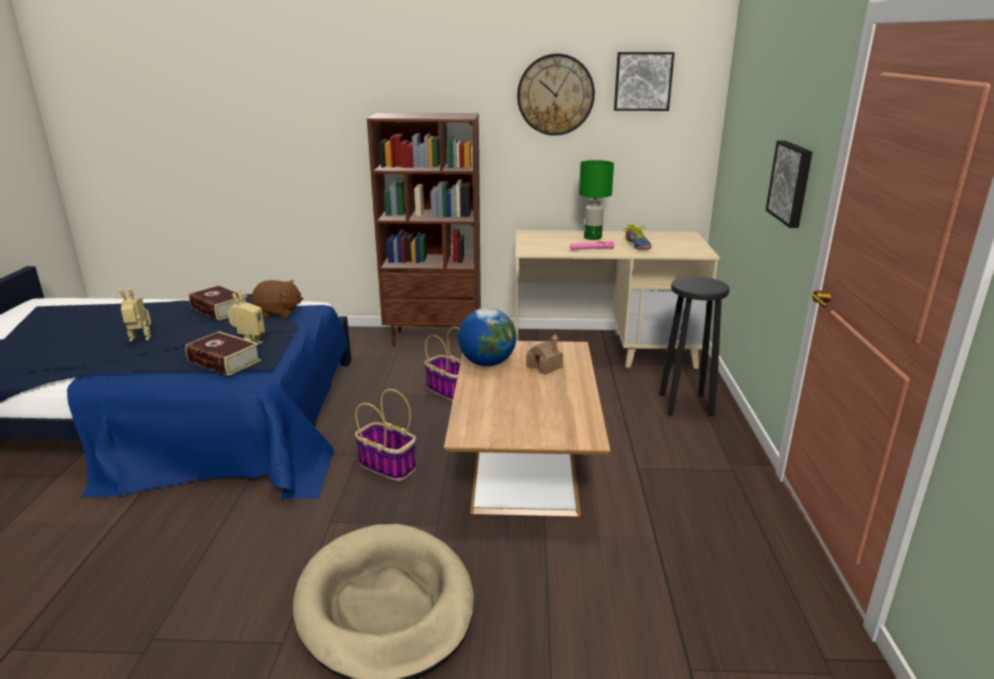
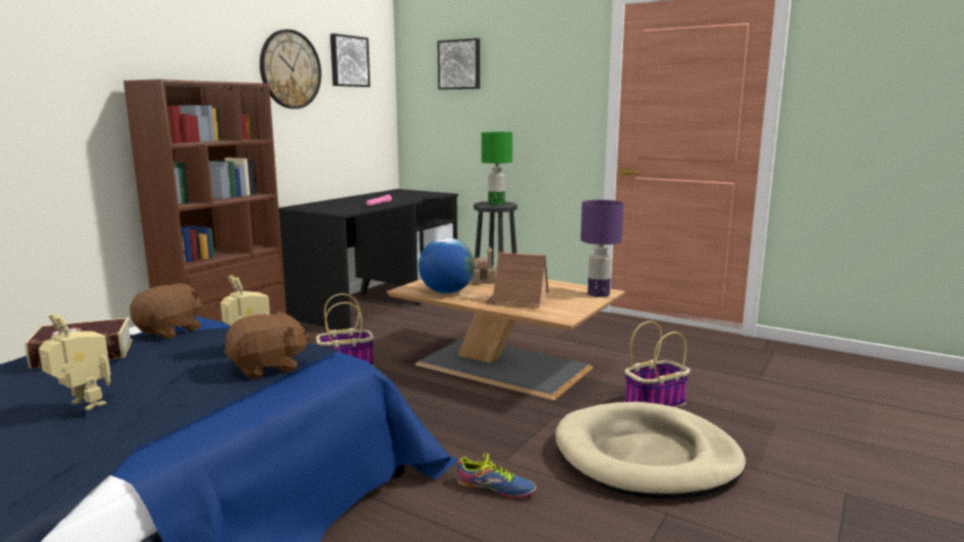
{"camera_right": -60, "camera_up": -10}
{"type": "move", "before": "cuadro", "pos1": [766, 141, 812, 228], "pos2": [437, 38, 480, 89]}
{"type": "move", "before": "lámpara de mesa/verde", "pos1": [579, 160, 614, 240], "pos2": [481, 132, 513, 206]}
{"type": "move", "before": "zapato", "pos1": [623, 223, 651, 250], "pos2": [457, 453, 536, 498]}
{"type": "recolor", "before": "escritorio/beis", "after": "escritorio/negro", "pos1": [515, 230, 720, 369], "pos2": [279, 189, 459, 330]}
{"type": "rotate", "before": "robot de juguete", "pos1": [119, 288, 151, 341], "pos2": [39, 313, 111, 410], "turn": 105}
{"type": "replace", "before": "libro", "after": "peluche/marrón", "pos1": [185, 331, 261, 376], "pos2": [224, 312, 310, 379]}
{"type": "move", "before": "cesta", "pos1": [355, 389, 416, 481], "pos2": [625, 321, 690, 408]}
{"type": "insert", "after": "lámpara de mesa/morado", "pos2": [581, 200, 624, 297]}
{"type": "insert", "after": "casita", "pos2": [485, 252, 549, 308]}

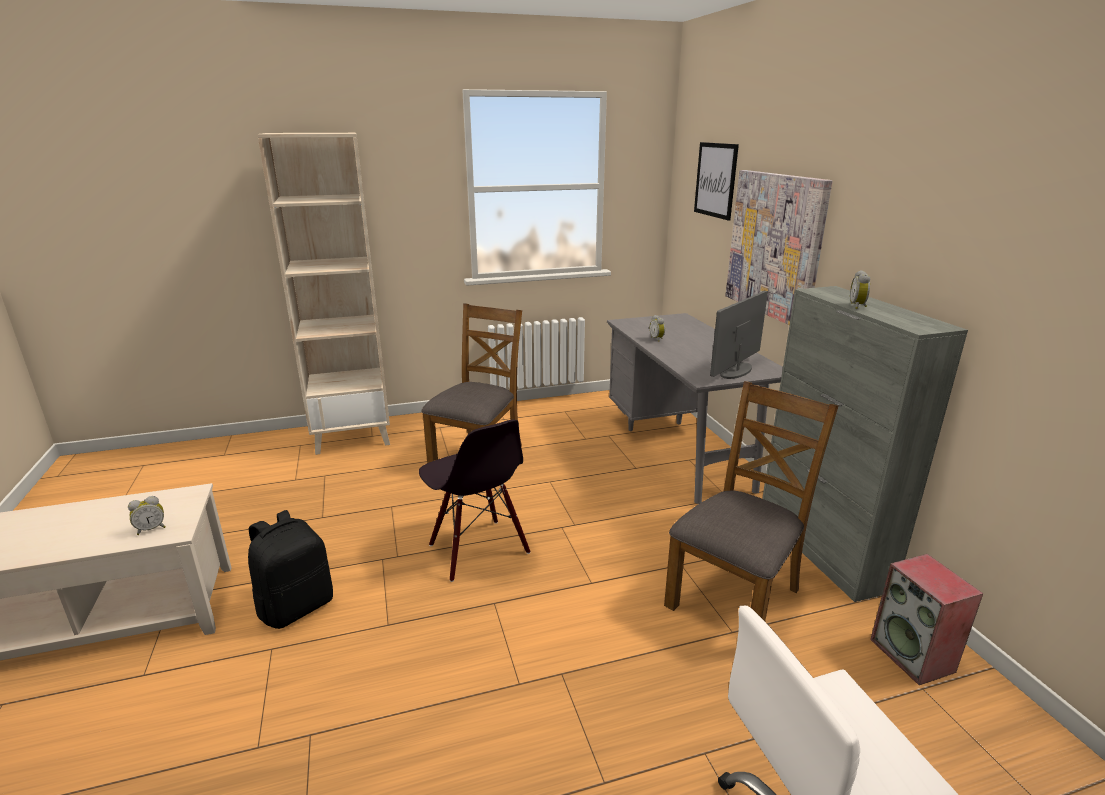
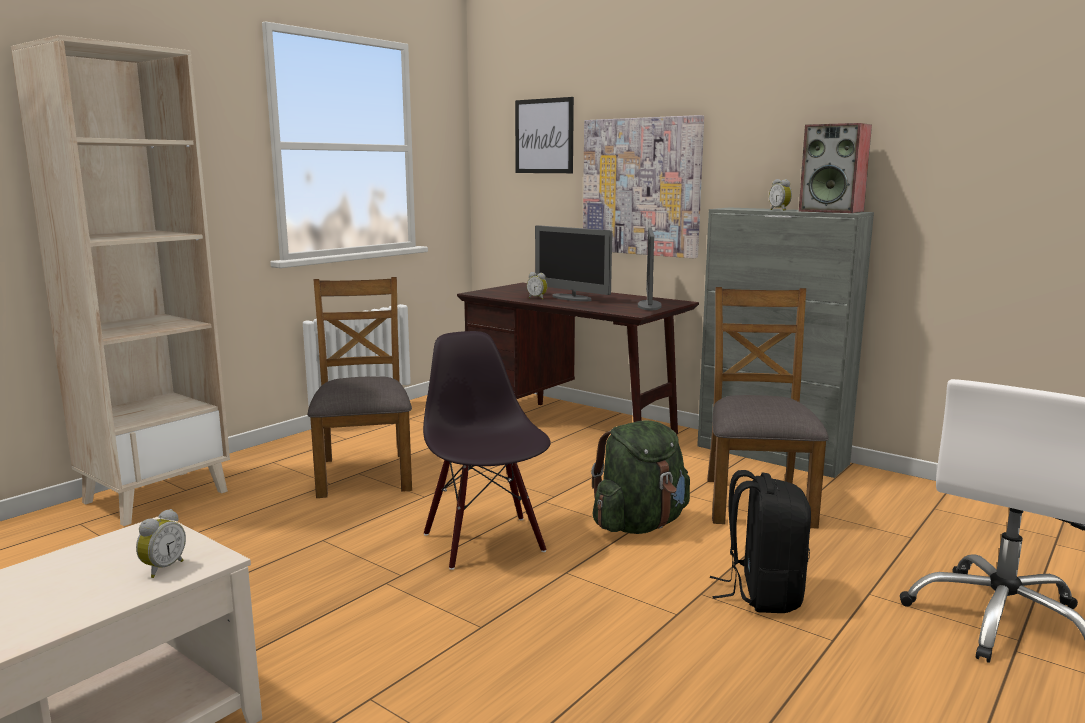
{"camera_right": -35, "camera_up": -10}
{"type": "recolor", "before": "escritorio/gris", "after": "escritorio/marrón", "pos1": [607, 313, 783, 504], "pos2": [457, 283, 699, 434]}
{"type": "rotate", "before": "silla/negro", "pos1": [419, 420, 530, 582], "pos2": [423, 331, 550, 570], "turn": -135}
{"type": "move", "before": "mochila/negro", "pos1": [248, 510, 333, 629], "pos2": [710, 470, 811, 613]}
{"type": "move", "before": "altavoz", "pos1": [870, 554, 983, 685], "pos2": [799, 123, 872, 213]}
{"type": "insert", "after": "monitor", "pos2": [535, 225, 612, 301]}
{"type": "insert", "after": "mochila/verde", "pos2": [591, 420, 690, 534]}

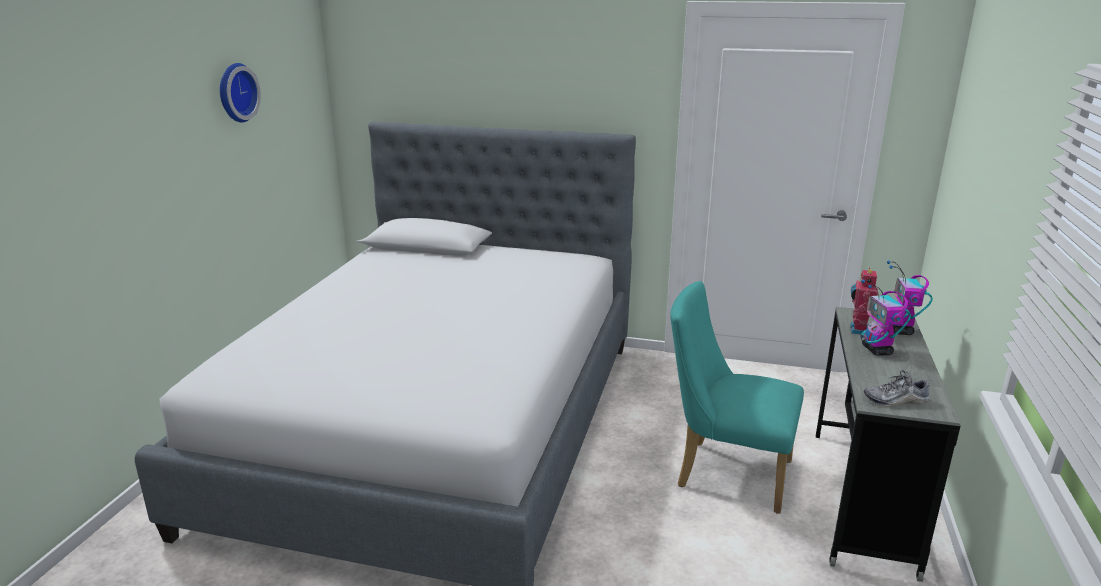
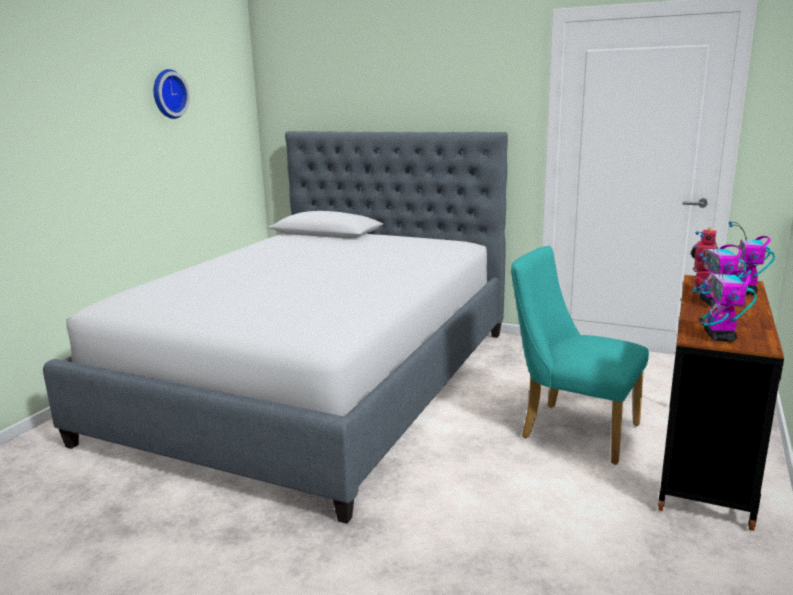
{"camera_right": 10, "camera_up": -5}
{"type": "recolor", "before": "escritorio/gris", "after": "escritorio/marrón", "pos1": [816, 307, 960, 582], "pos2": [658, 275, 784, 531]}
{"type": "replace", "before": "zapato", "after": "robot de juguete", "pos1": [864, 370, 929, 407], "pos2": [699, 253, 757, 342]}

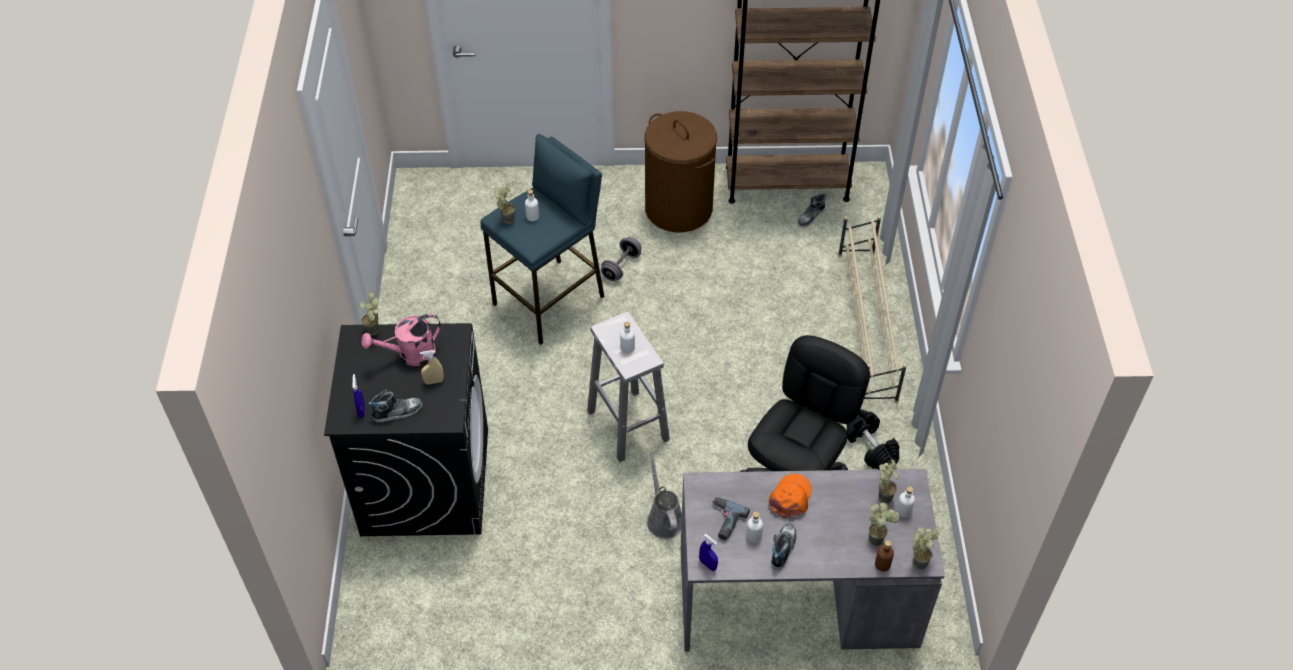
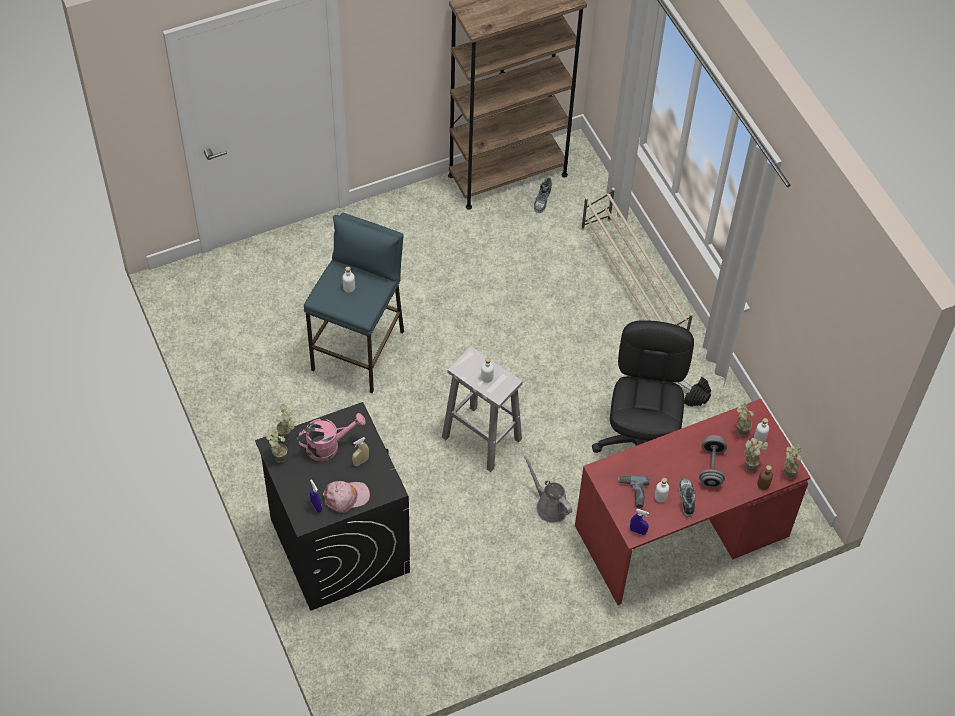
{"camera_right": -25, "camera_up": 5}
{"type": "delete", "before": "cesto de la ropa/marrón", "pos1": [644, 111, 717, 232]}
{"type": "move", "before": "planta en maceta", "pos1": [494, 183, 515, 224], "pos2": [266, 427, 287, 463]}
{"type": "move", "before": "mancuerna/gris", "pos1": [601, 237, 641, 281], "pos2": [699, 435, 727, 488]}
{"type": "rotate", "before": "regadera/rosa", "pos1": [361, 314, 441, 366], "pos2": [297, 413, 366, 461], "turn": -150}
{"type": "replace", "before": "zapato", "after": "gorra/rosa", "pos1": [368, 390, 422, 423], "pos2": [323, 481, 370, 513]}
{"type": "recolor", "before": "escritorio/gris", "after": "escritorio/rojo", "pos1": [681, 469, 945, 652], "pos2": [575, 399, 811, 605]}
{"type": "delete", "before": "gorra/naranja", "pos1": [769, 474, 811, 518]}

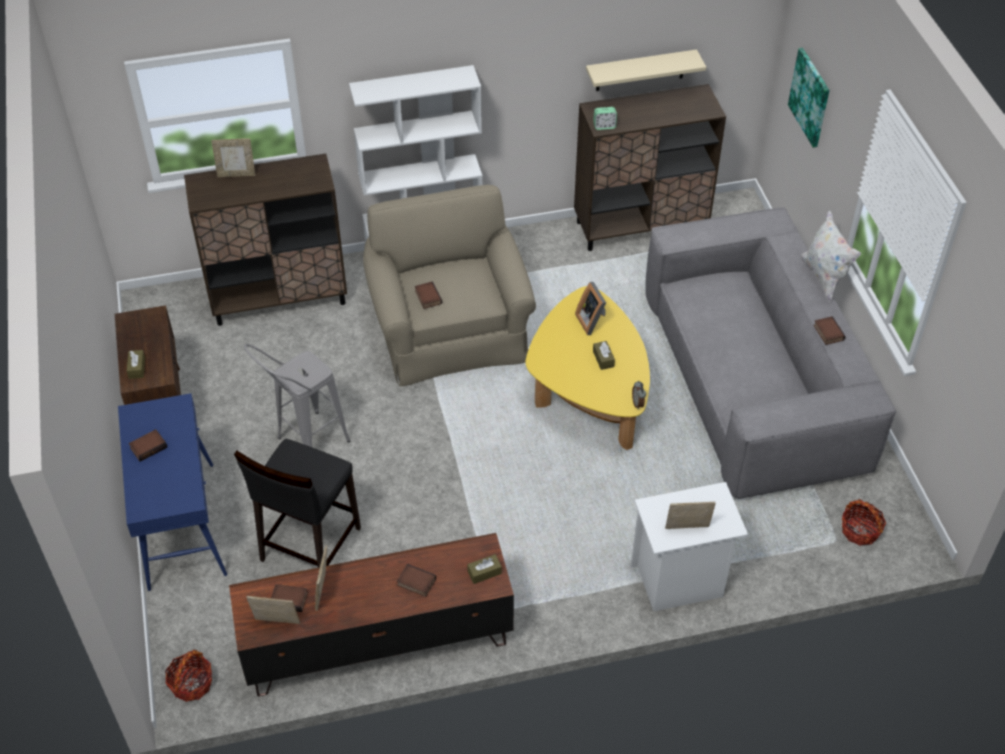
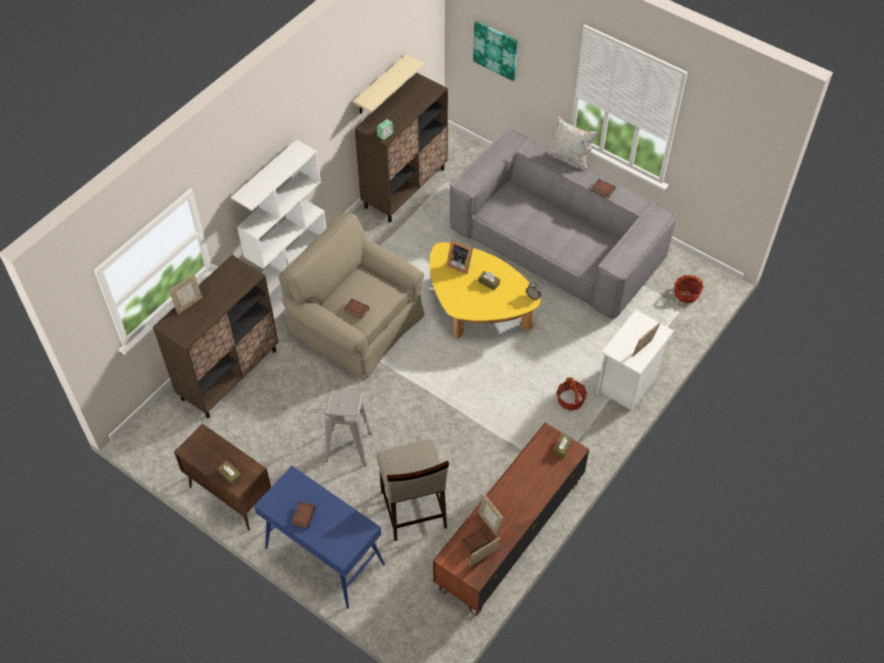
{"camera_right": -40, "camera_up": 5}
{"type": "recolor", "before": "taburete/negro", "after": "taburete/beis", "pos1": [234, 439, 361, 568], "pos2": [377, 439, 449, 541]}
{"type": "delete", "before": "libro", "pos1": [397, 564, 436, 597]}
{"type": "move", "before": "cesta", "pos1": [165, 650, 212, 702], "pos2": [557, 377, 587, 411]}

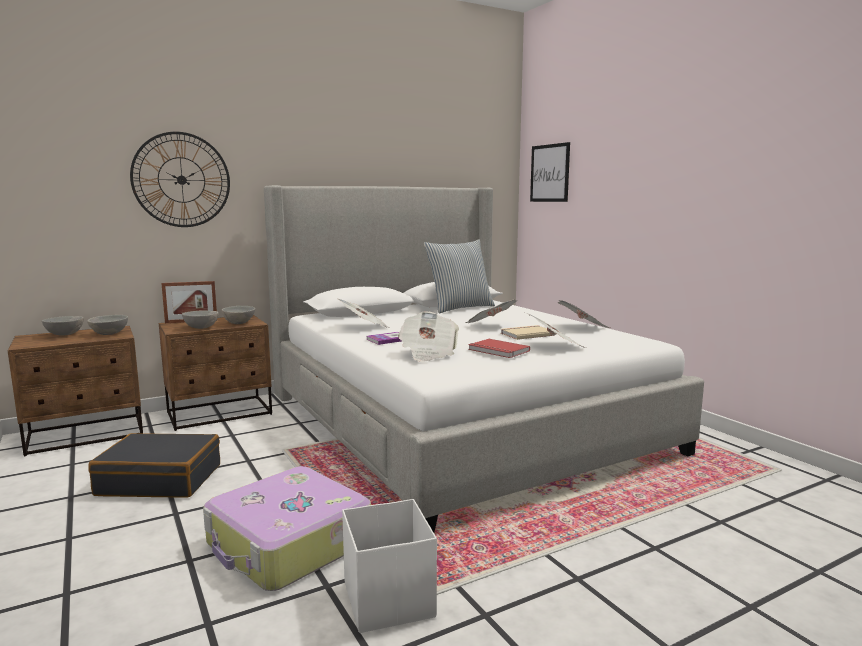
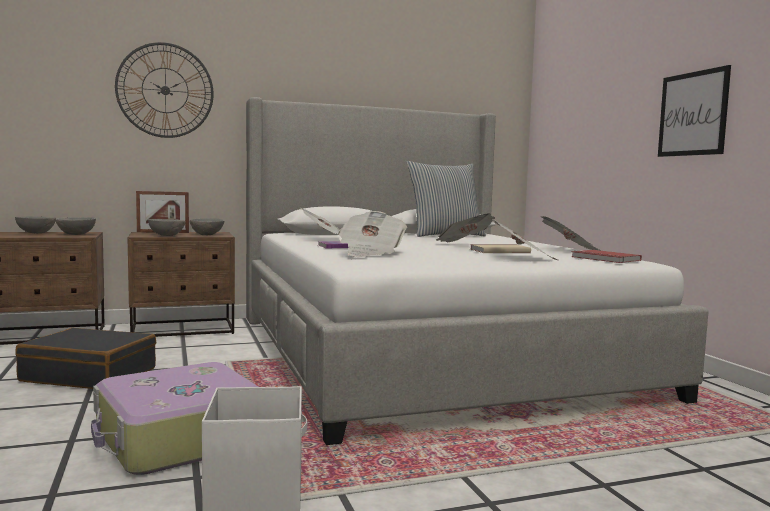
{"camera_right": 10, "camera_up": -5}
{"type": "move", "before": "cuadro", "pos1": [530, 142, 570, 202], "pos2": [658, 65, 731, 157]}
{"type": "move", "before": "libro/rojo", "pos1": [468, 339, 530, 358], "pos2": [571, 250, 642, 263]}

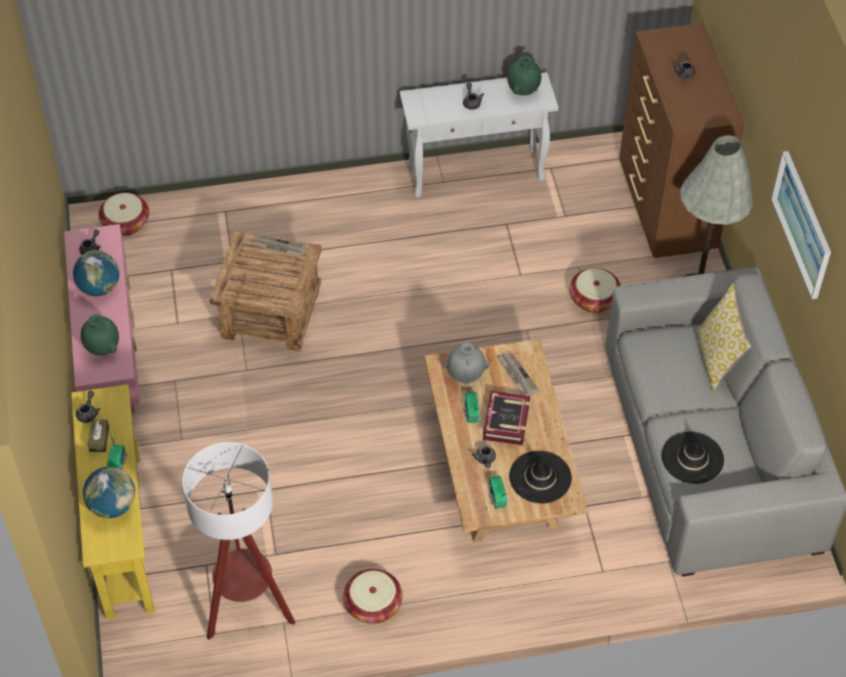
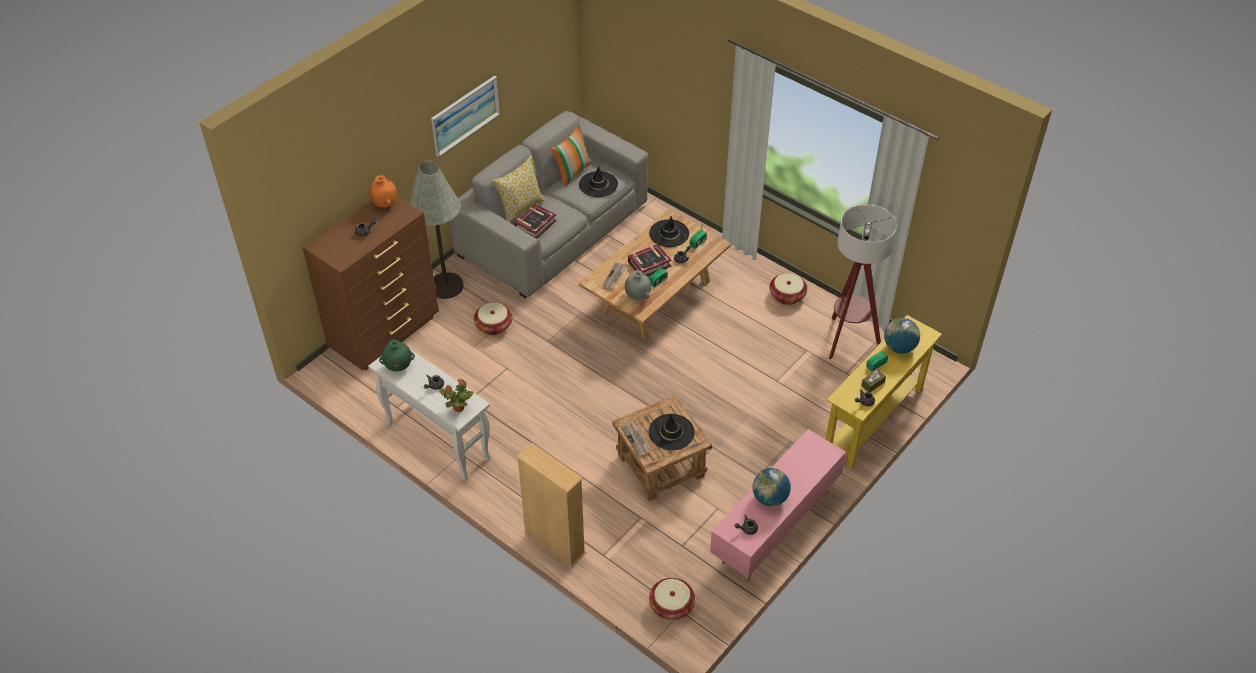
{"camera_right": -130, "camera_up": -5}
{"type": "delete", "before": "florero/verde", "pos1": [81, 315, 119, 356]}
{"type": "insert", "after": "cojín", "pos2": [550, 125, 592, 187]}
{"type": "insert", "after": "florero/naranja", "pos2": [369, 175, 397, 207]}
{"type": "insert", "after": "libro", "pos2": [514, 204, 557, 239]}
{"type": "insert", "after": "planta en maceta", "pos2": [439, 379, 474, 412]}
{"type": "insert", "after": "sombrero/negro", "pos2": [649, 414, 695, 450]}
{"type": "insert", "after": "estantería/beis", "pos2": [517, 443, 586, 567]}

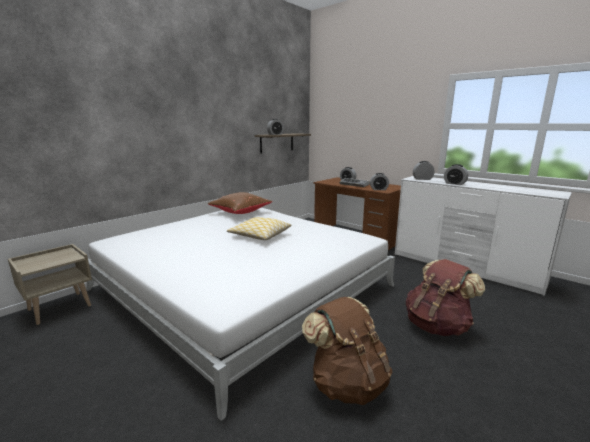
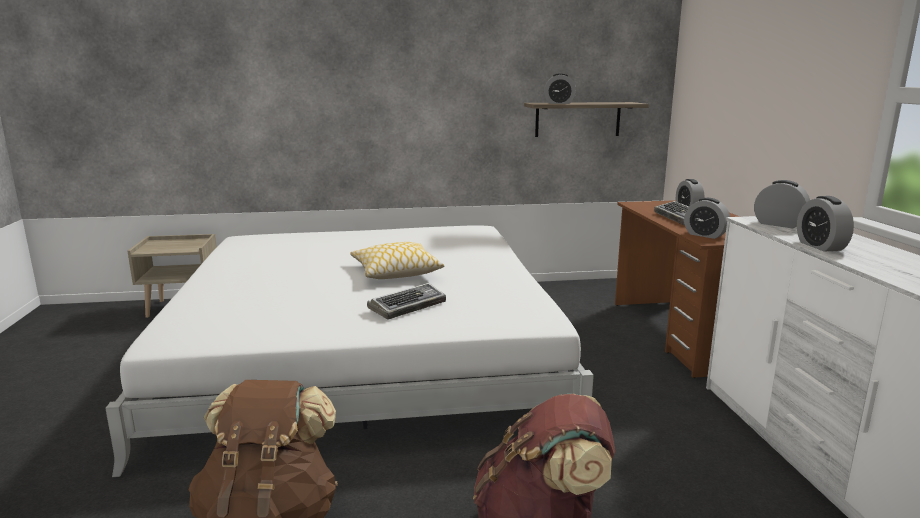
{"camera_right": 40, "camera_up": 0}
{"type": "delete", "before": "cojín/marrón", "pos1": [208, 192, 272, 214]}
{"type": "insert", "after": "teclado", "pos2": [367, 283, 446, 320]}

